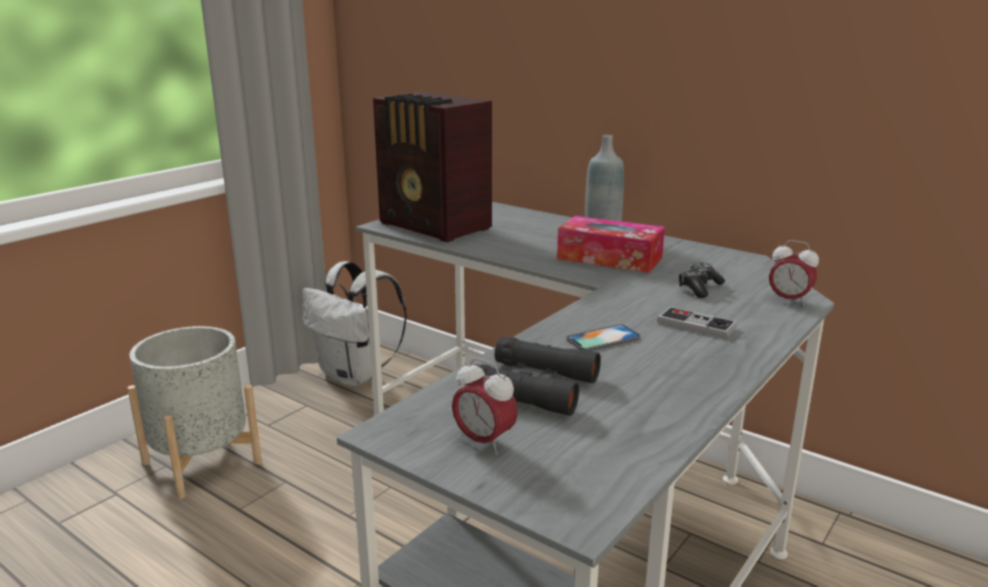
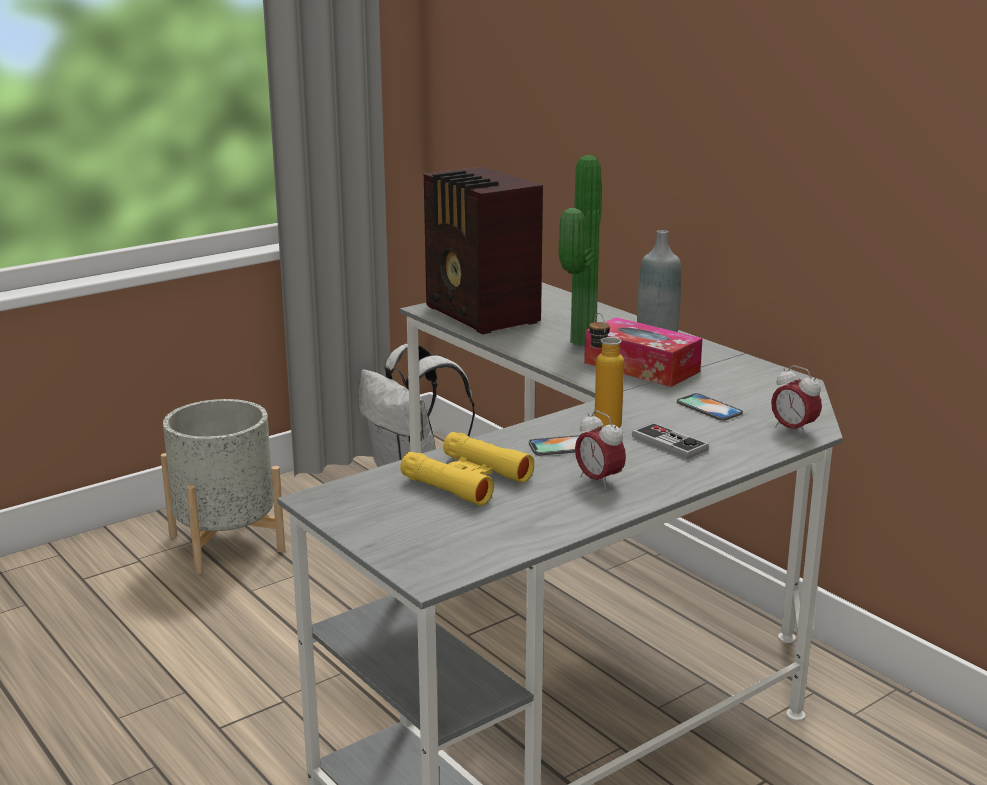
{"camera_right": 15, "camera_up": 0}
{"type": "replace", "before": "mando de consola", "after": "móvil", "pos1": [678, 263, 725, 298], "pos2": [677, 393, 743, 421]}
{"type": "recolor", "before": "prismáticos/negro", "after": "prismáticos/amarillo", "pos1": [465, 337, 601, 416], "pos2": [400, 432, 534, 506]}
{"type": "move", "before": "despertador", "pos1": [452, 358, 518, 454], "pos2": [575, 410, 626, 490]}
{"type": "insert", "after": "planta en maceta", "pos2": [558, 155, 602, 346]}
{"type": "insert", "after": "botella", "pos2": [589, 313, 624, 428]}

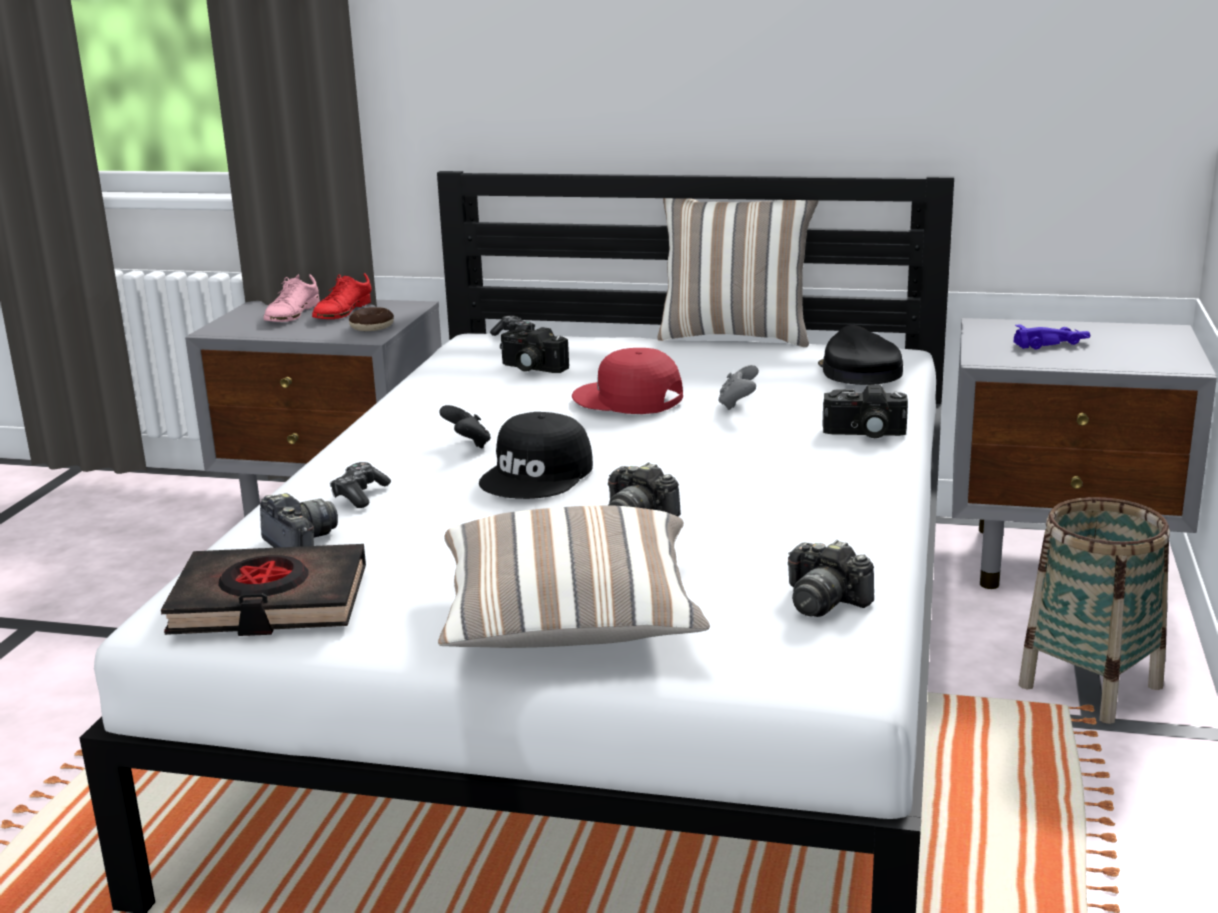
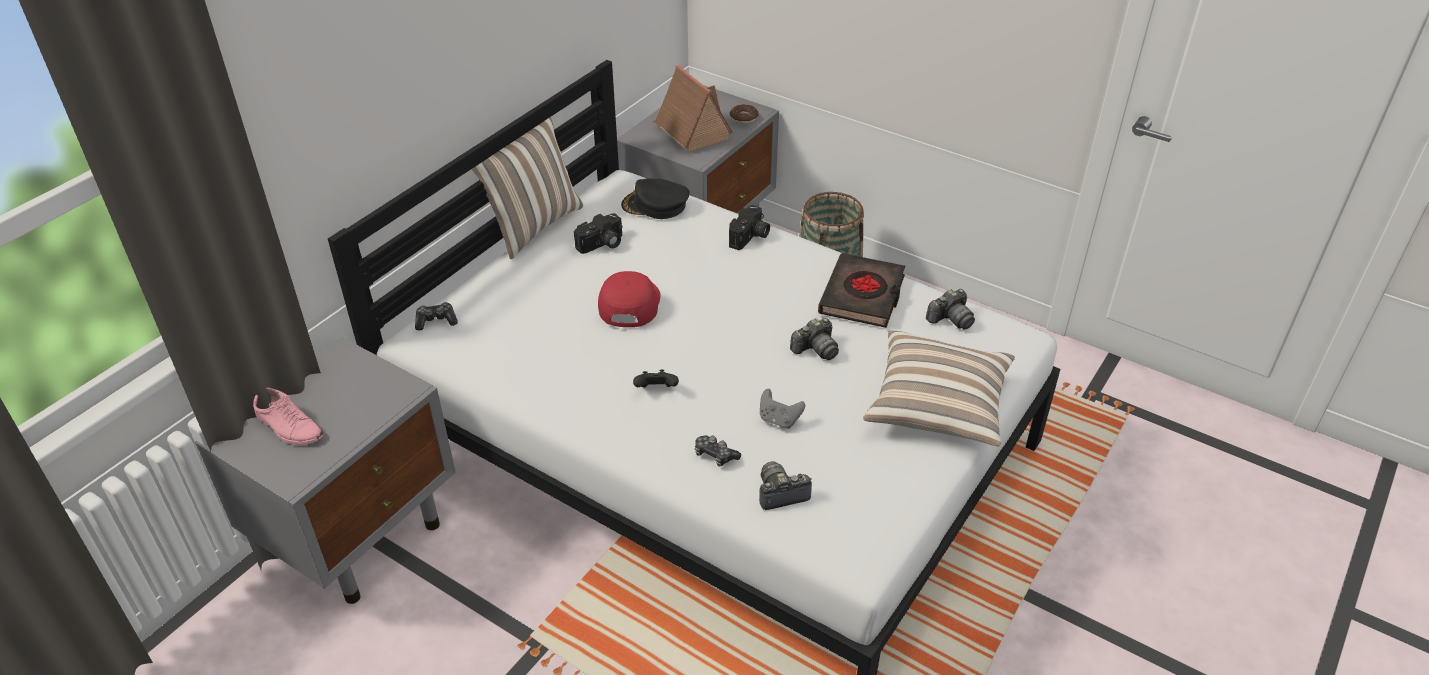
{"camera_right": -70, "camera_up": 20}
{"type": "delete", "before": "zapato/rojo", "pos1": [312, 273, 371, 319]}
{"type": "move", "before": "rosquilla", "pos1": [349, 307, 394, 331], "pos2": [730, 104, 759, 125]}
{"type": "replace", "before": "coche de juguete/morado", "after": "casita", "pos1": [1014, 324, 1090, 349], "pos2": [653, 65, 733, 153]}
{"type": "move", "before": "cámara", "pos1": [500, 327, 569, 373], "pos2": [574, 213, 622, 254]}
{"type": "rotate", "before": "gorra/rojo", "pos1": [572, 348, 683, 414], "pos2": [598, 271, 661, 327], "turn": 135}
{"type": "move", "before": "mando de consola/gris", "pos1": [718, 365, 759, 410], "pos2": [760, 389, 805, 429]}
{"type": "delete", "before": "gorra/negro", "pos1": [479, 412, 593, 499]}
{"type": "move", "before": "libro/negro", "pos1": [161, 544, 366, 636], "pos2": [818, 253, 905, 328]}

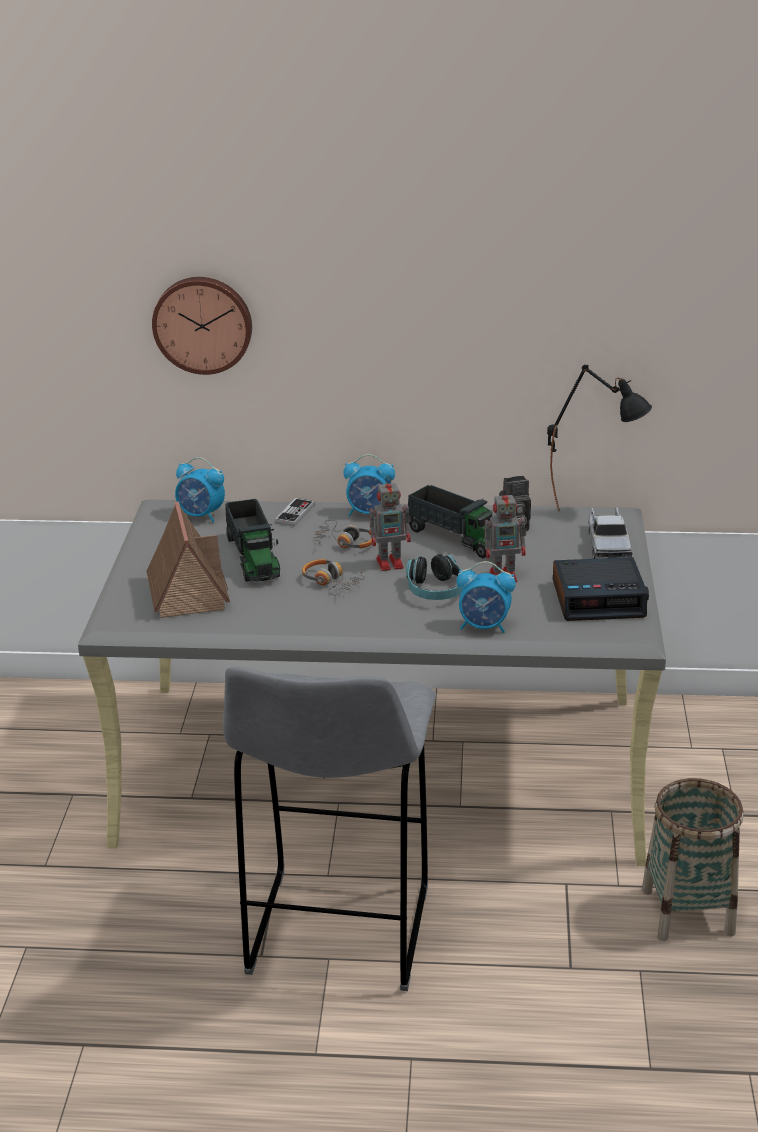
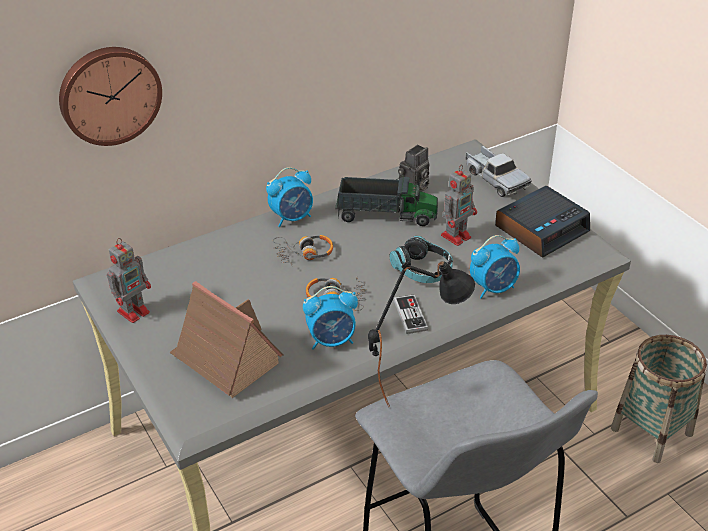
{"camera_right": -35, "camera_up": 10}
{"type": "move", "before": "lámpara de mesa/negro", "pos1": [547, 365, 652, 511], "pos2": [368, 260, 475, 407]}
{"type": "move", "before": "despertador", "pos1": [175, 457, 225, 522], "pos2": [303, 286, 358, 350]}
{"type": "move", "before": "robot de juguete", "pos1": [369, 476, 411, 571], "pos2": [107, 238, 151, 323]}
{"type": "move", "before": "mando de consola", "pos1": [275, 498, 315, 527], "pos2": [394, 295, 428, 334]}
{"type": "delete", "before": "camión de juguete", "pos1": [225, 499, 280, 582]}

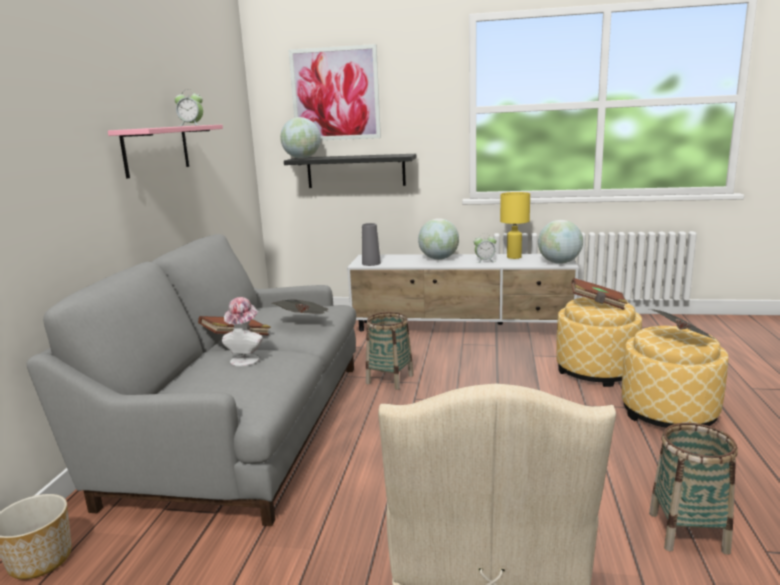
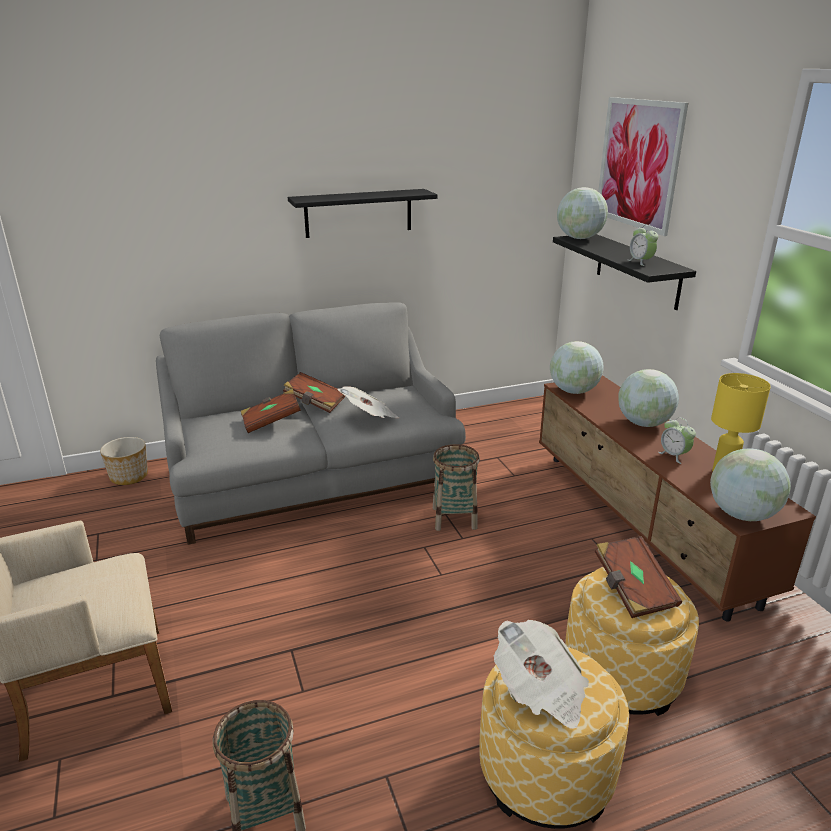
{"camera_right": 60, "camera_up": 10}
{"type": "move", "before": "despertador", "pos1": [175, 89, 203, 126], "pos2": [628, 224, 658, 266]}
{"type": "recolor", "before": "estante/rosa", "after": "estante/negro", "pos1": [108, 125, 223, 178], "pos2": [288, 189, 437, 238]}
{"type": "replace", "before": "florero/gris", "after": "globo terráqueo", "pos1": [362, 223, 381, 266], "pos2": [550, 341, 604, 394]}
{"type": "recolor", "before": "mueble de televisión/blanco", "after": "mueble de televisión/marrón", "pos1": [347, 254, 579, 331], "pos2": [539, 375, 816, 622]}
{"type": "replace", "before": "sombrero", "after": "libro/marrón", "pos1": [222, 297, 263, 367], "pos2": [241, 389, 301, 433]}

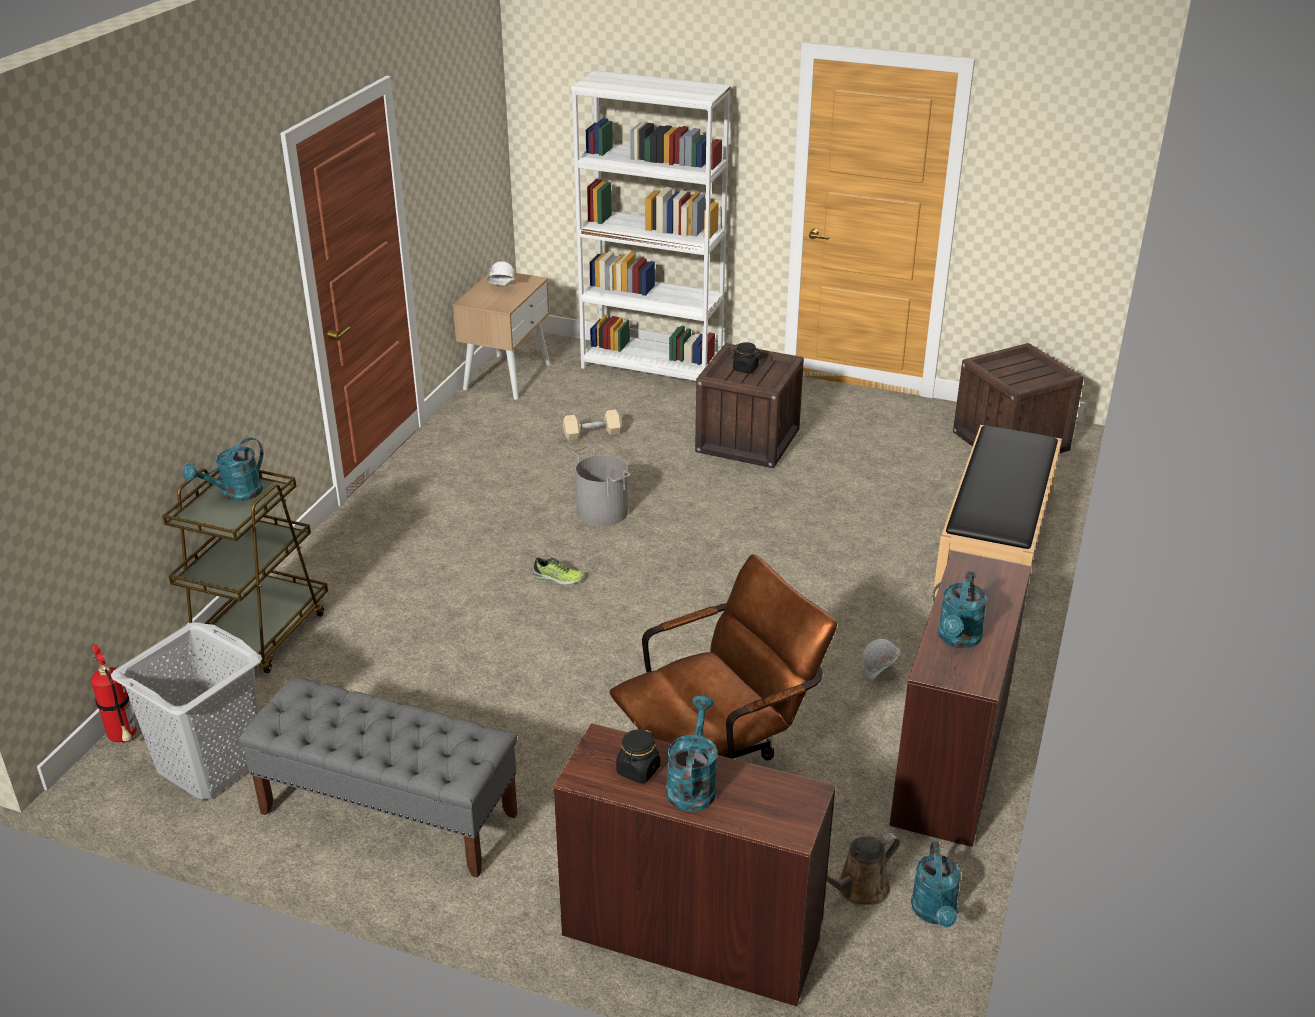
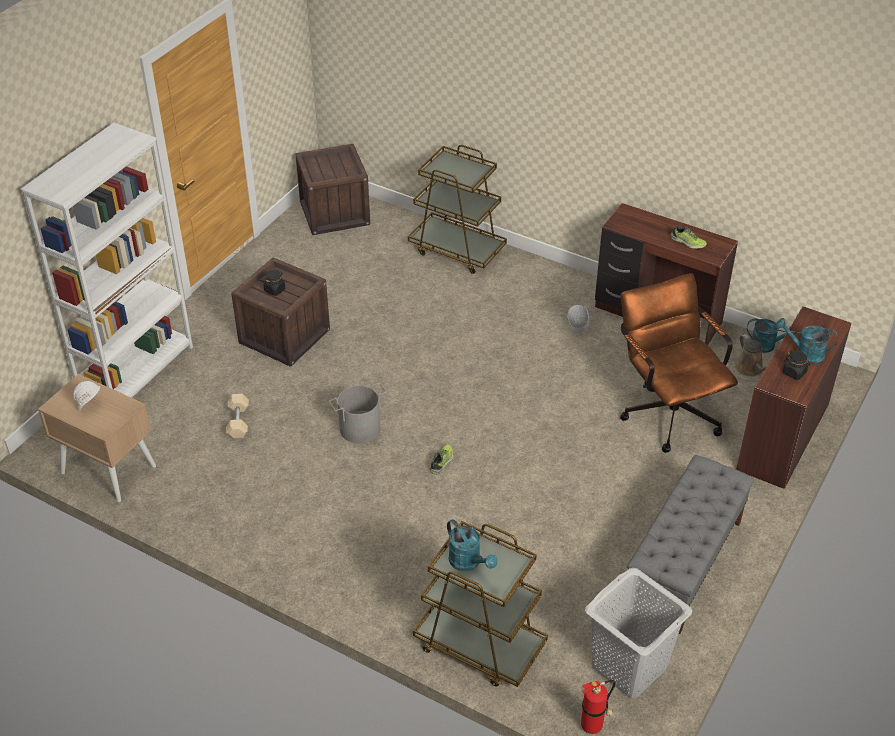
{"camera_right": -80, "camera_up": 10}
{"type": "replace", "before": "banco/negro", "after": "carrito/marrón", "pos1": [932, 425, 1062, 600], "pos2": [408, 145, 507, 274]}
{"type": "replace", "before": "regadera/turquesa", "after": "zapato", "pos1": [938, 571, 987, 648], "pos2": [671, 225, 707, 249]}

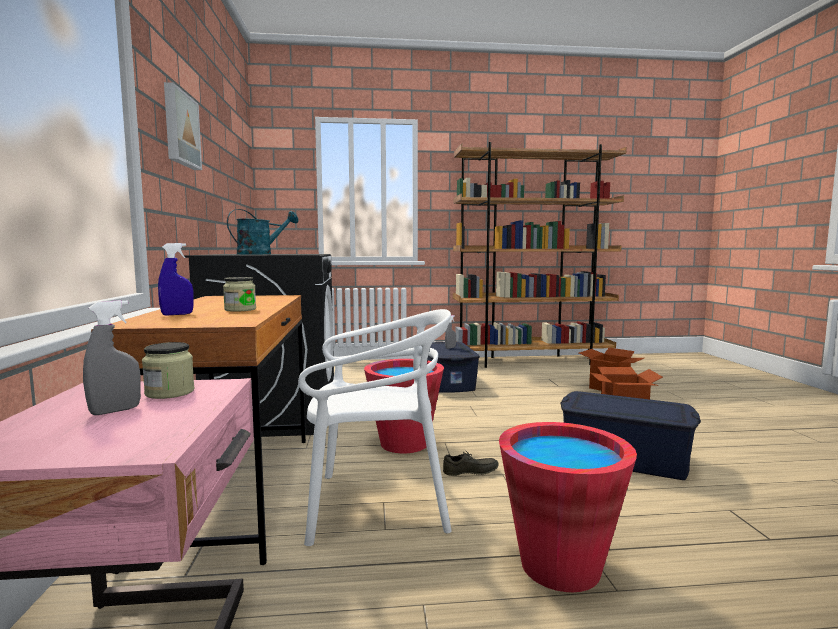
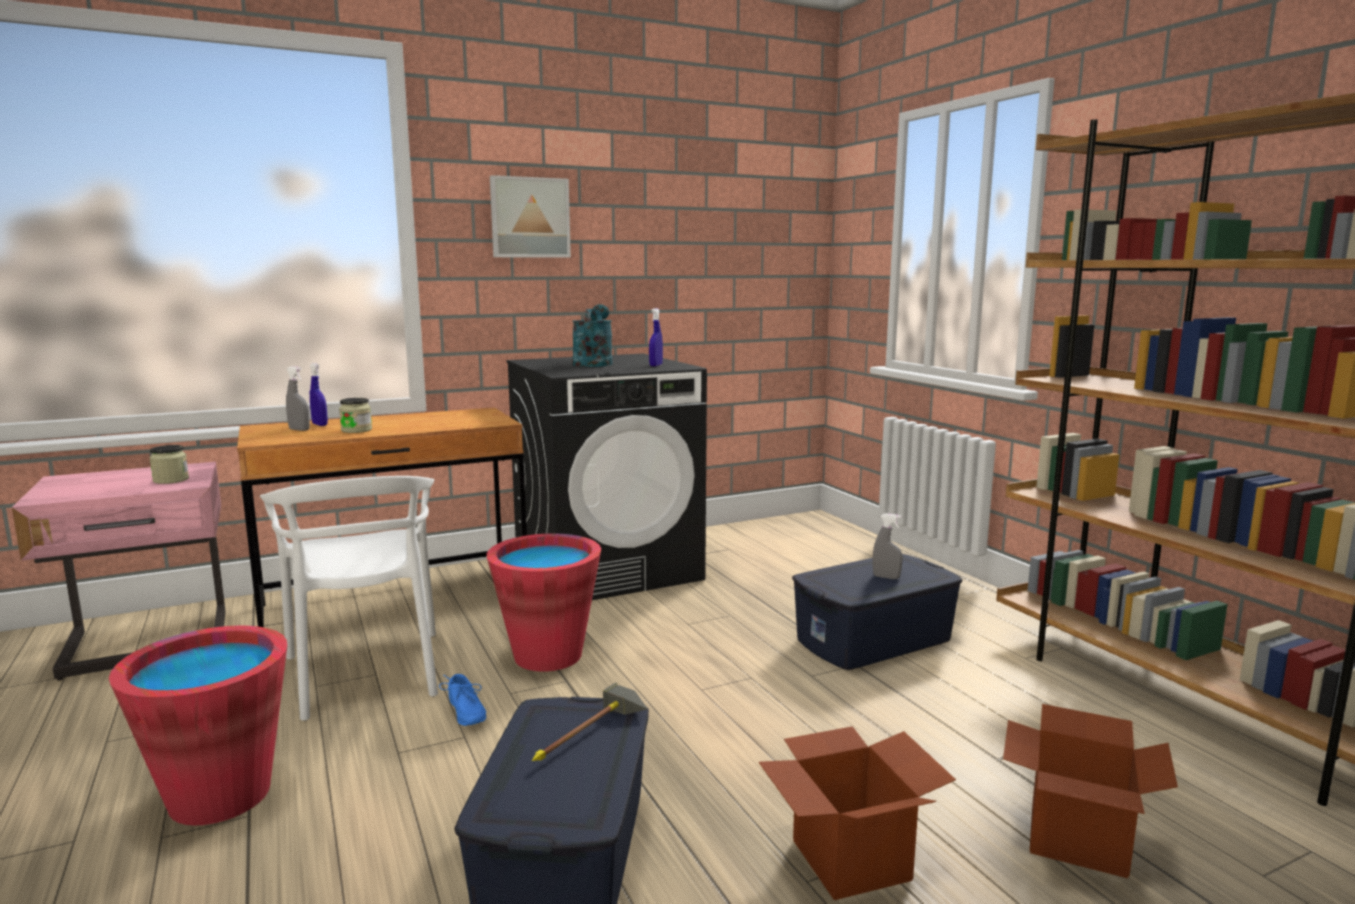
{"camera_right": 70, "camera_up": 5}
{"type": "rotate", "before": "regadera/turquesa", "pos1": [227, 209, 299, 255], "pos2": [572, 304, 613, 367], "turn": -120}
{"type": "move", "before": "pulverizador/gris", "pos1": [83, 300, 141, 415], "pos2": [286, 366, 310, 431]}
{"type": "recolor", "before": "zapato/gris", "after": "zapato/azul", "pos1": [443, 450, 499, 476], "pos2": [439, 674, 486, 726]}
{"type": "insert", "after": "pulverizador/azul", "pos2": [649, 308, 663, 366]}
{"type": "insert", "after": "martillo", "pos2": [532, 683, 647, 761]}

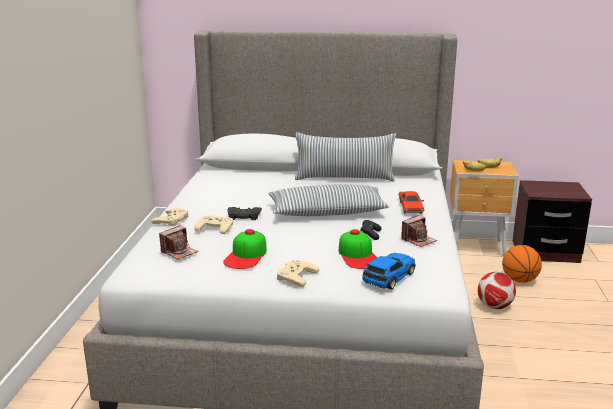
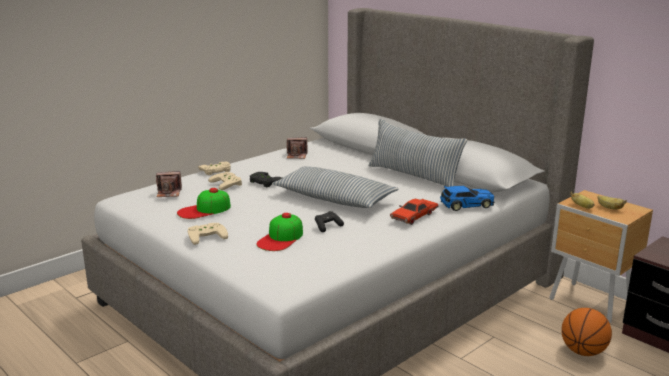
{"camera_right": 40, "camera_up": 0}
{"type": "move", "before": "cámara", "pos1": [401, 215, 437, 247], "pos2": [287, 138, 308, 159]}
{"type": "move", "before": "coche de juguete", "pos1": [362, 253, 416, 289], "pos2": [440, 186, 494, 211]}
{"type": "delete", "before": "balón de fútbol", "pos1": [478, 272, 516, 309]}

